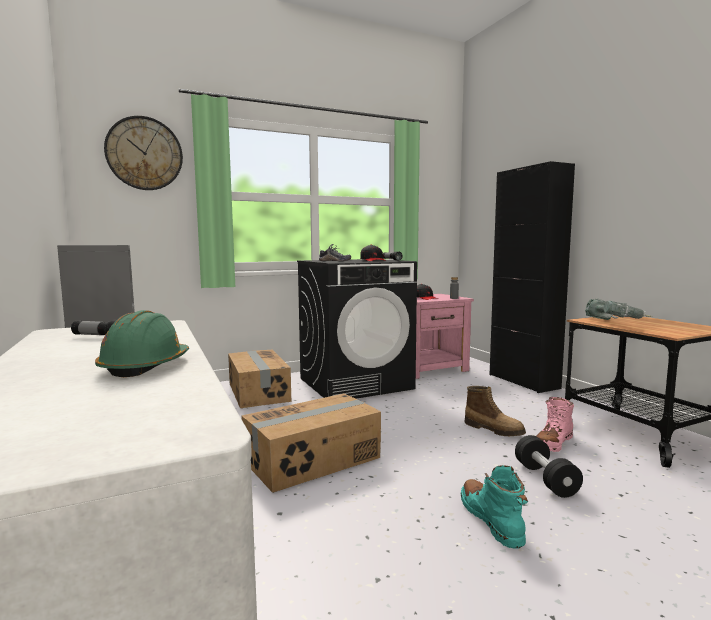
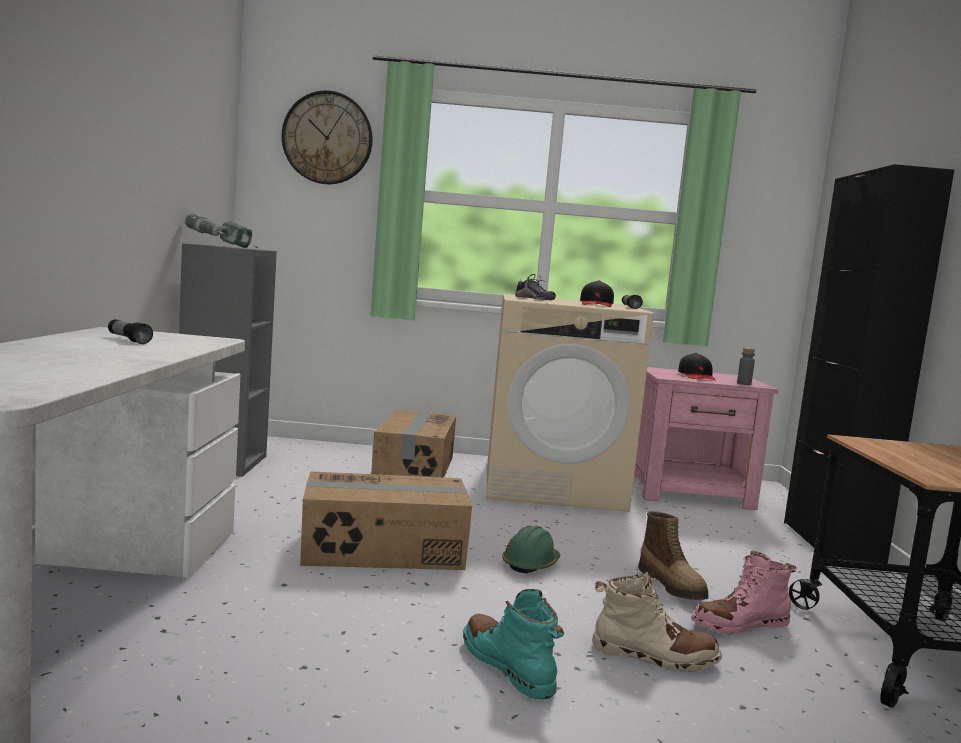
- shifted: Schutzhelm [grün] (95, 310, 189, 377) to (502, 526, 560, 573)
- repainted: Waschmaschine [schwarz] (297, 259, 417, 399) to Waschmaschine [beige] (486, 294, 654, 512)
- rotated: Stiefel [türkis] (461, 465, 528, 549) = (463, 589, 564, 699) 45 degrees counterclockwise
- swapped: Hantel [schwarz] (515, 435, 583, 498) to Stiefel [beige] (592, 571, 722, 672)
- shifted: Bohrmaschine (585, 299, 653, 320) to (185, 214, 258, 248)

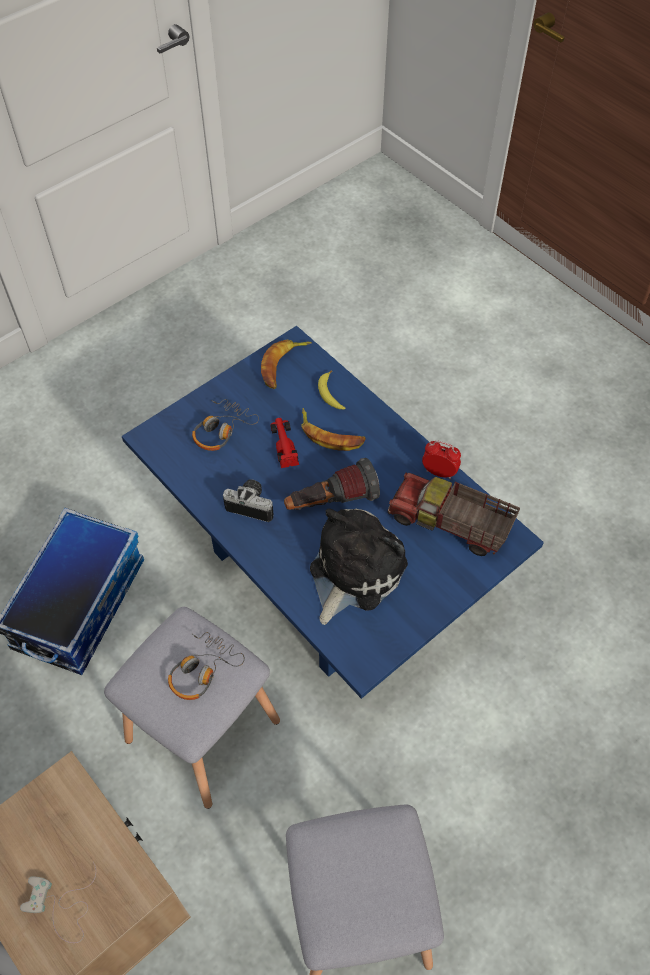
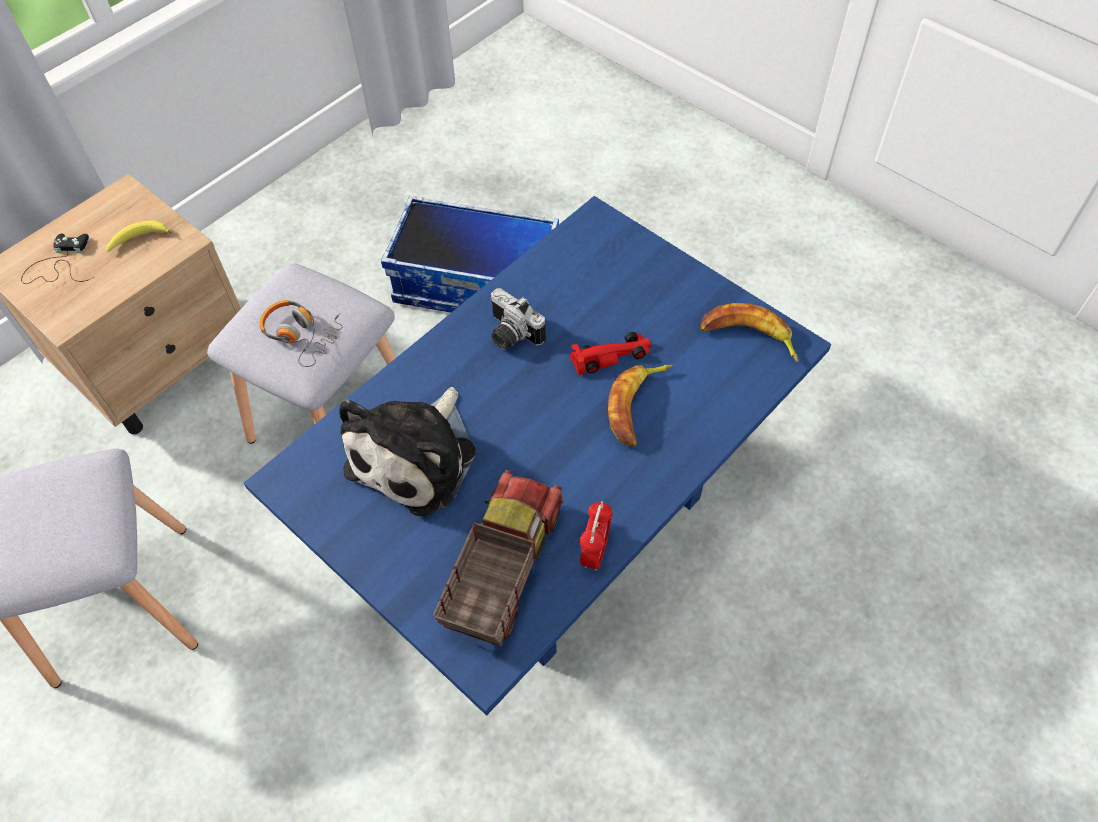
- repainted: Gamepad [weiß] (20, 862, 96, 943) to Gamepad [schwarz] (21, 234, 94, 284)
- gone: Kopfhörer (192, 399, 259, 451)
- rotated: Kamera (223, 479, 274, 522) = (490, 288, 546, 350) 120 degrees clockwise
- gone: Taschenlampe (284, 458, 380, 510)
- rotated: Plüschtier (310, 509, 408, 625) = (339, 387, 476, 516) 90 degrees clockwise
- shifted: Banane (318, 371, 345, 409) to (106, 220, 172, 252)

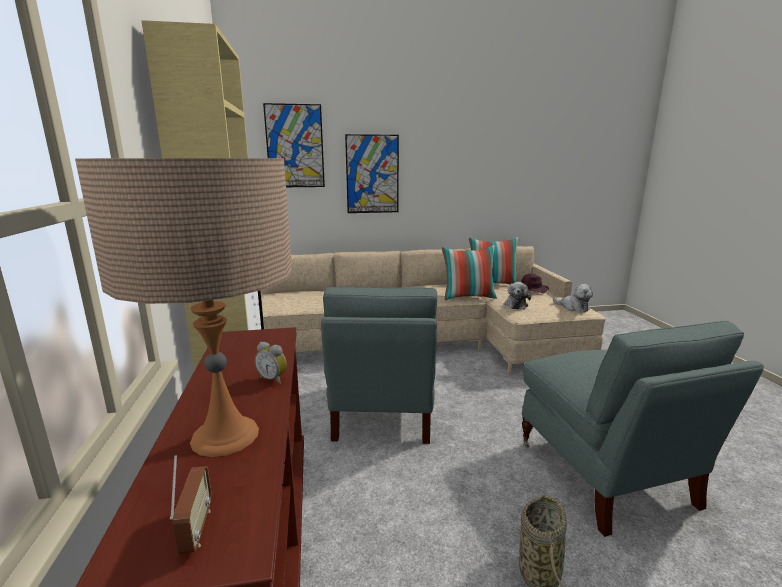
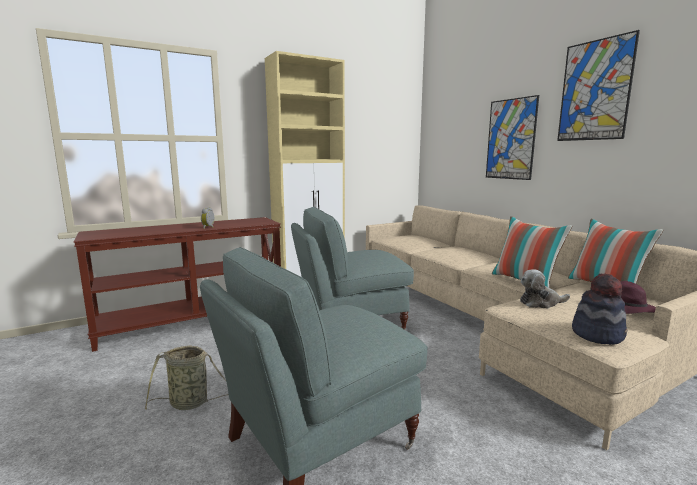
- gone: Tischlampe [beige] (75, 158, 292, 457)
- gone: Radio (170, 455, 212, 554)
- shifted: Bild (263, 103, 325, 187) to (557, 30, 640, 141)
- swapped: Plüschtier (553, 284, 593, 312) to Hut (572, 273, 627, 345)

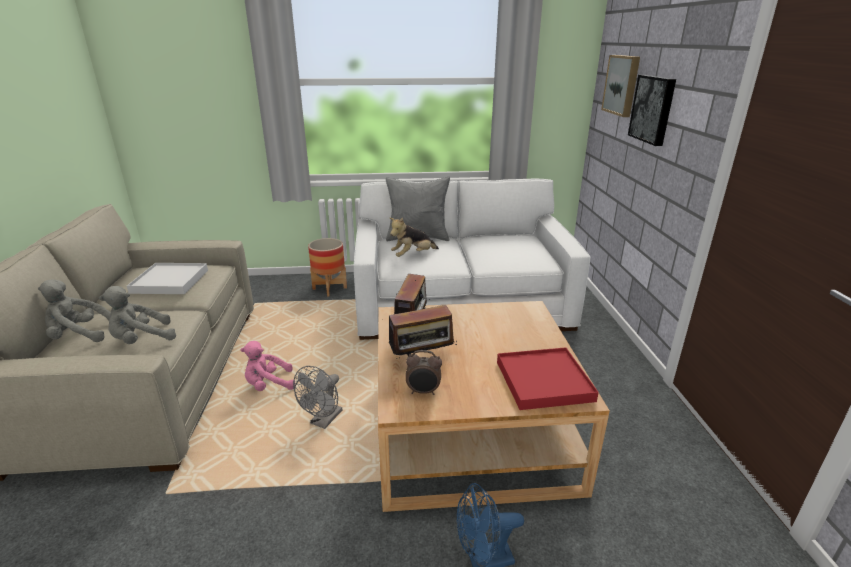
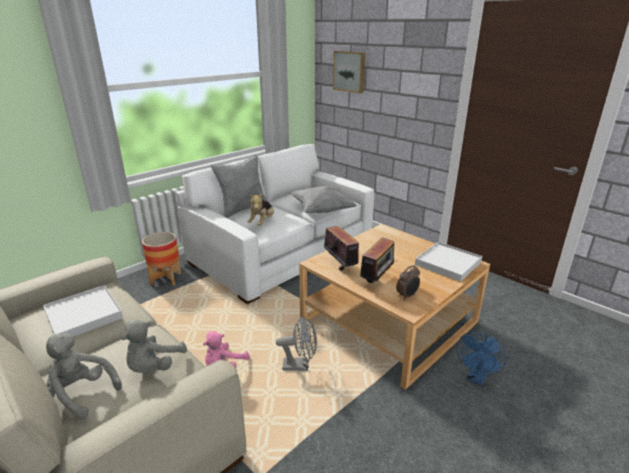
- rotated: Plüschtier [grau] (38, 280, 111, 342) = (46, 333, 122, 420) 75 degrees clockwise
- rotated: Ventilator [grau] (293, 366, 343, 429) = (276, 316, 317, 371) 75 degrees counterclockwise
- repainted: Tablett [rot] (497, 347, 599, 410) to Tablett [weiß] (415, 242, 482, 282)
- gone: Bild (628, 75, 676, 146)
- new: Kissen [grau] (291, 186, 357, 213)

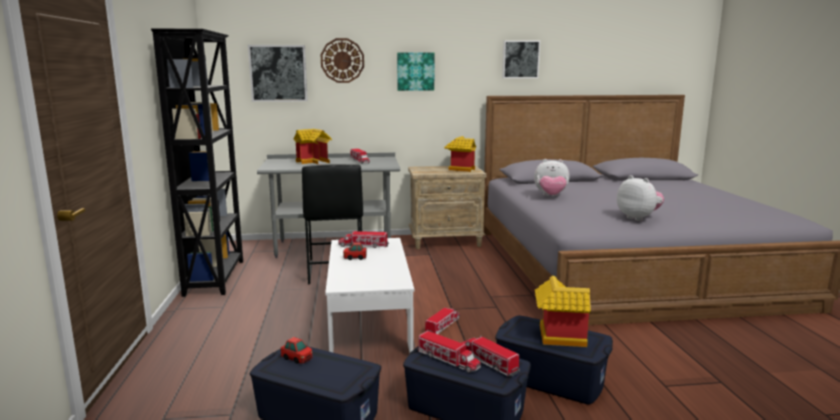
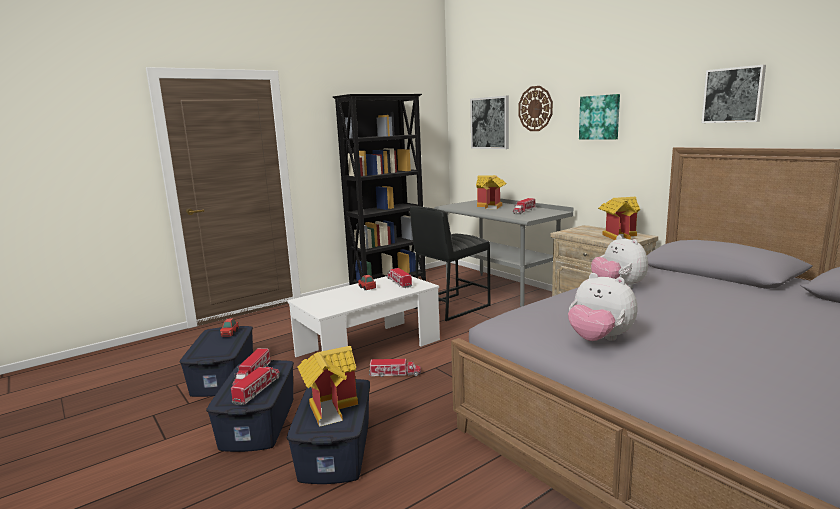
- rotated: Plüschtier (617, 175, 664, 221) = (568, 273, 638, 341) 105 degrees clockwise

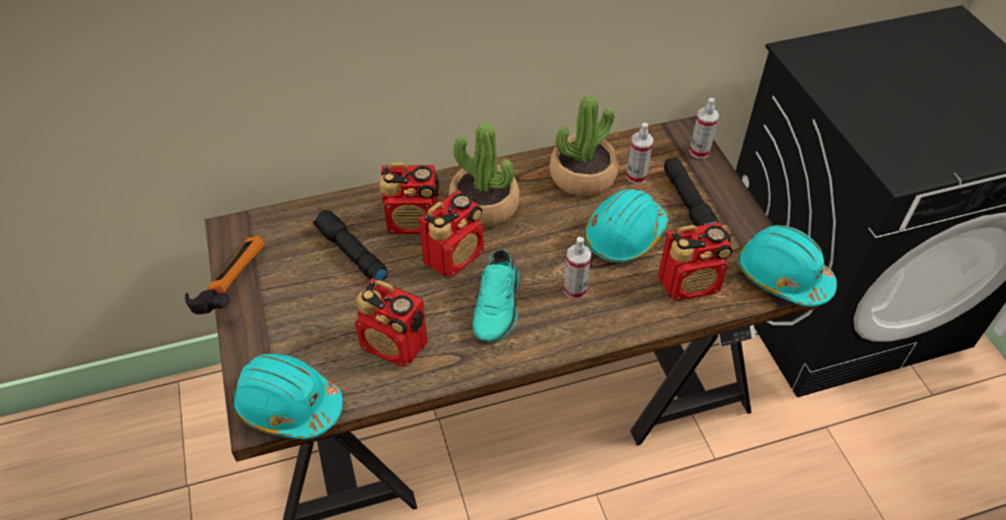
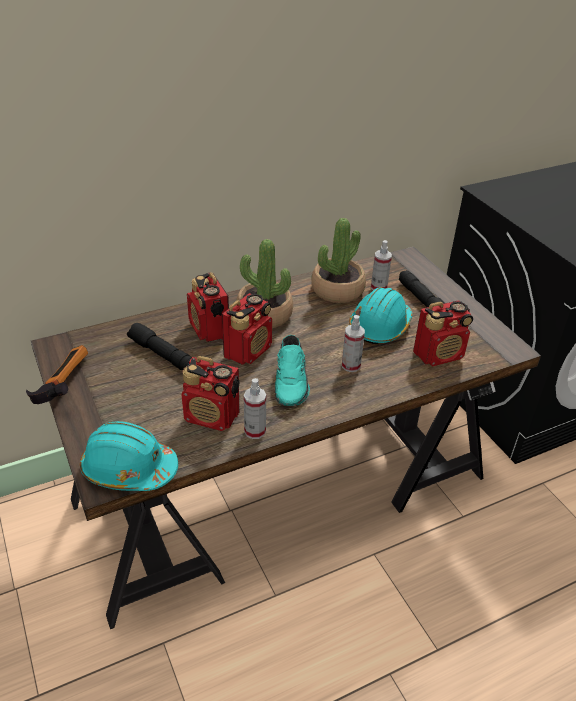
- rotated: Radio (379, 162, 439, 234) = (187, 272, 229, 342) 75 degrees clockwise
- shifted: Sprühflasche (689, 98, 719, 159) to (244, 378, 266, 439)
- gone: Schutzhelm [türkis] (738, 225, 837, 306)

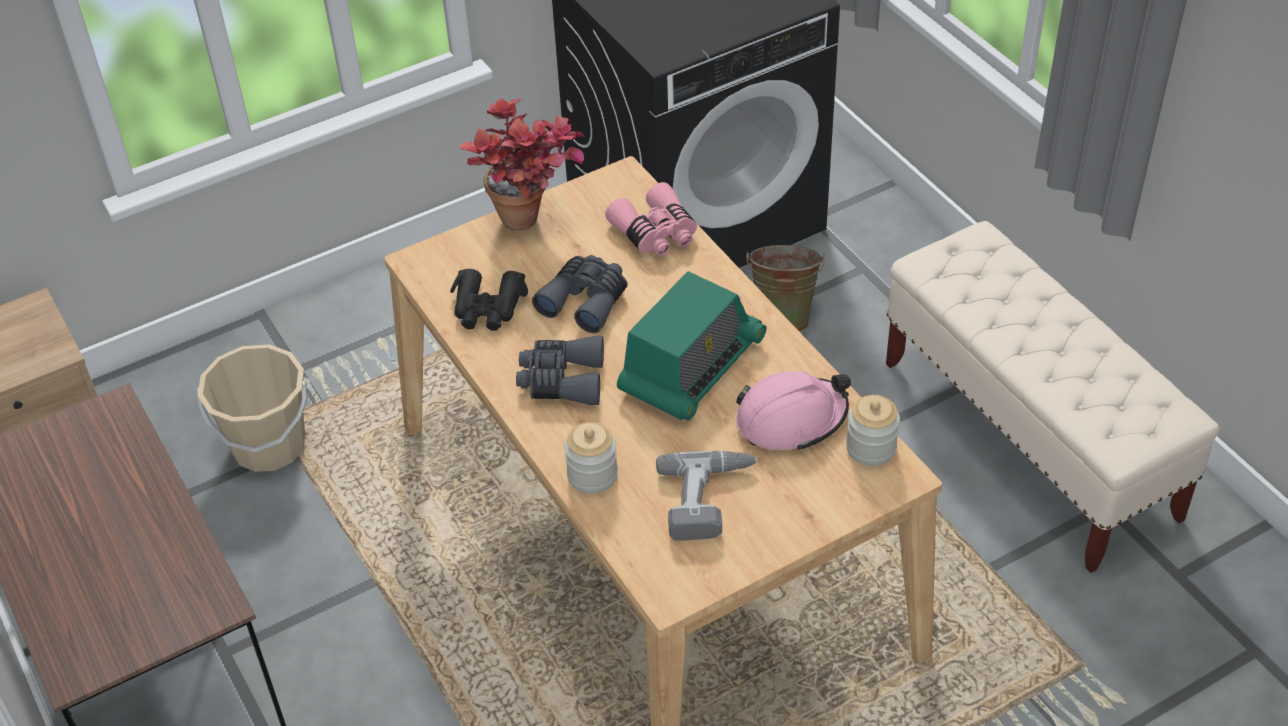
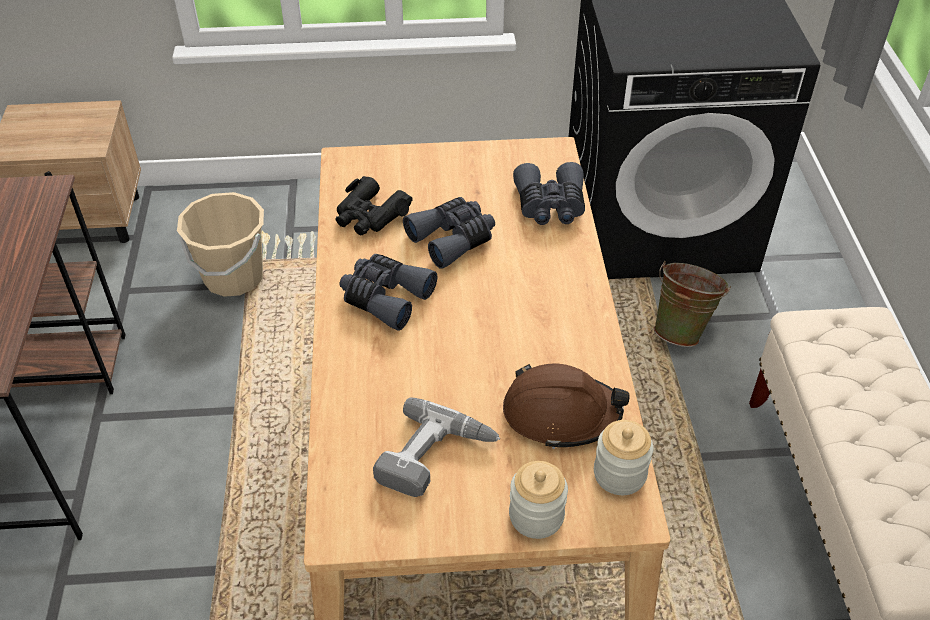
- gone: Topfpflanze (459, 98, 584, 230)
- shifted: Vorratsglas (564, 422, 618, 494) to (509, 461, 568, 539)
- repainted: Fernglas [rosa] (605, 182, 697, 256) to Fernglas [grau] (513, 162, 585, 225)
- gone: Radio (617, 271, 767, 421)
- repainted: Schutzhelm [rosa] (736, 371, 851, 450) to Schutzhelm [braun] (503, 364, 630, 449)

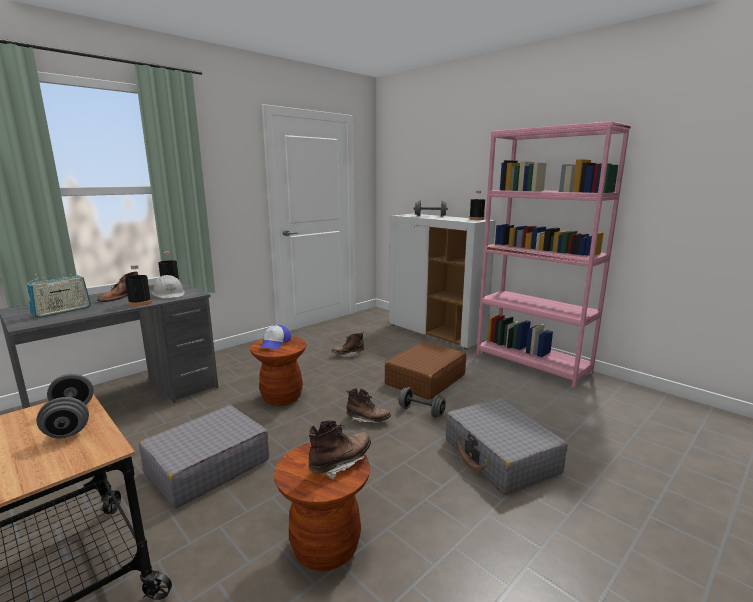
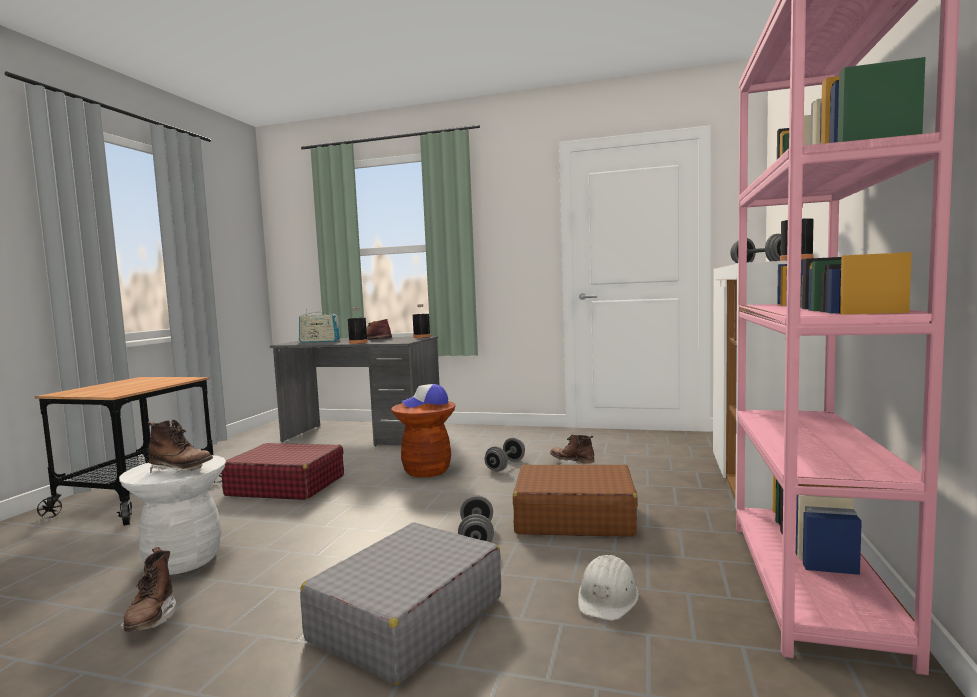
- shifted: Hantel [grau] (36, 374, 94, 438) to (485, 438, 525, 472)
- repainted: Koffer [grau] (139, 405, 269, 508) to Koffer [rot] (221, 443, 344, 500)
- shifted: Schutzhelm [weiß] (152, 275, 185, 299) to (578, 555, 639, 621)
- repainted: Hocker [braun] (274, 442, 370, 571) to Hocker [weiß] (119, 455, 226, 575)
- shifted: Stiefel [braun] (346, 388, 391, 424) to (120, 547, 177, 632)

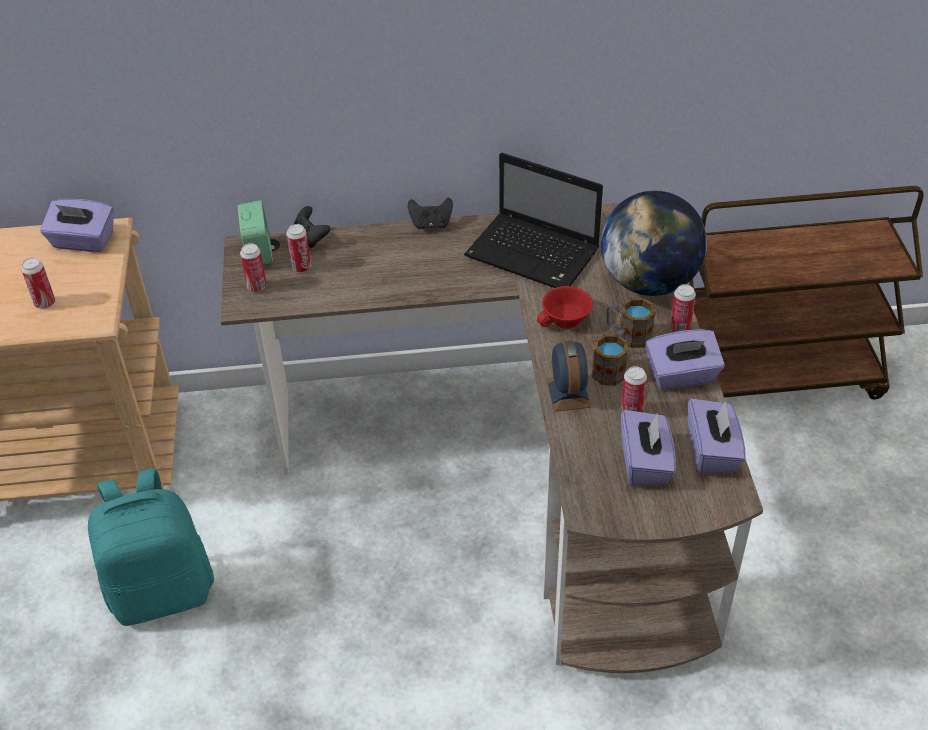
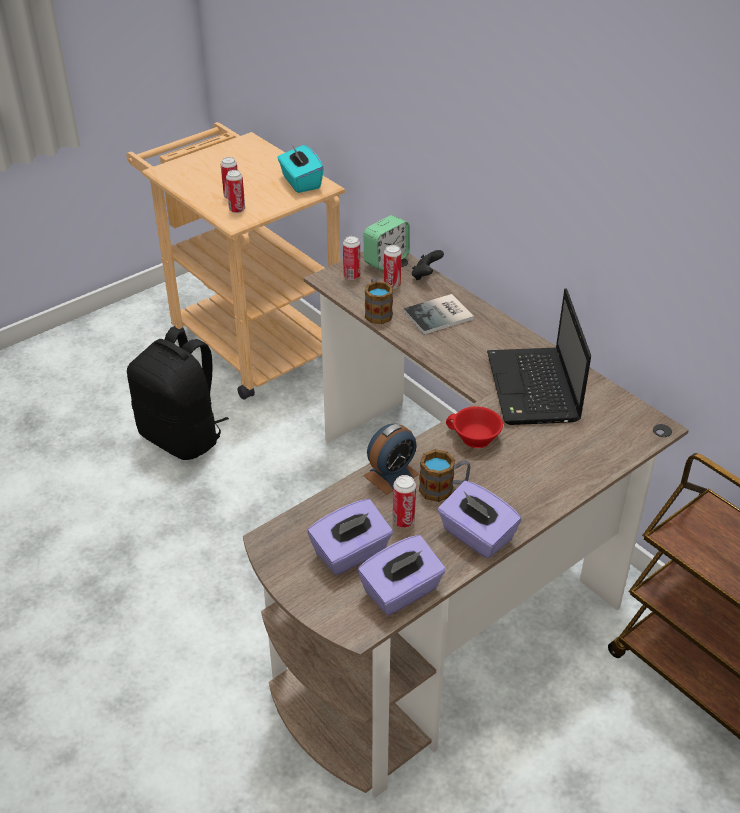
- repainted: Taschentuchbox [lila] (40, 199, 113, 252) to Taschentuchbox [türkis] (277, 143, 324, 193)
- repainted: Rucksack [türkis] (88, 469, 214, 626) to Rucksack [schwarz] (127, 327, 229, 460)
- gone: Gamepad [schwarz] (408, 198, 453, 229)
- gone: Globus (601, 191, 707, 296)
- shifted: Henkelbecher (606, 298, 655, 348) to (365, 278, 393, 324)
- shifted: Dose (670, 284, 696, 332) to (226, 170, 245, 213)
- new: Buch (403, 294, 474, 335)

